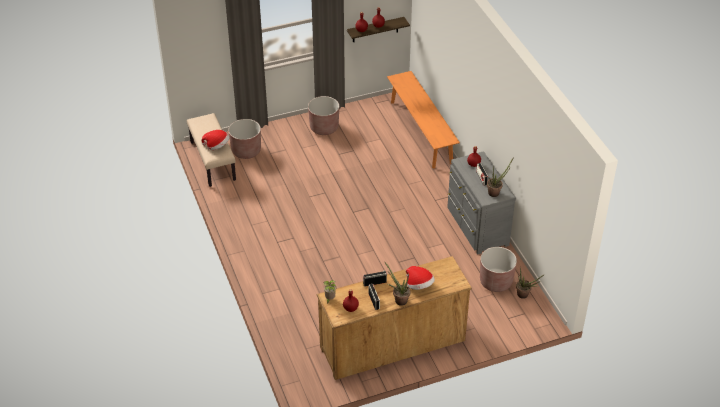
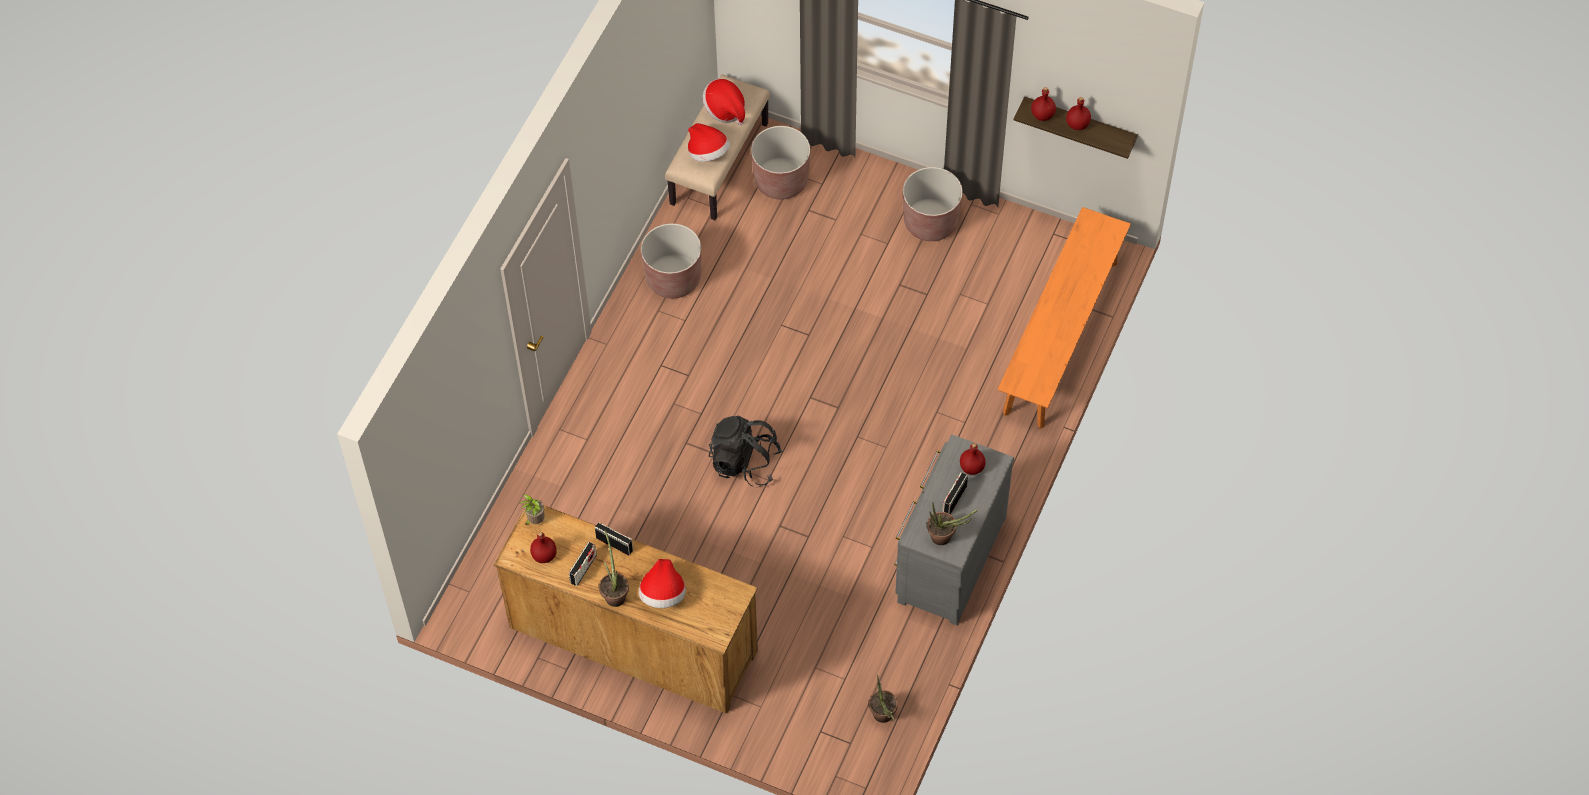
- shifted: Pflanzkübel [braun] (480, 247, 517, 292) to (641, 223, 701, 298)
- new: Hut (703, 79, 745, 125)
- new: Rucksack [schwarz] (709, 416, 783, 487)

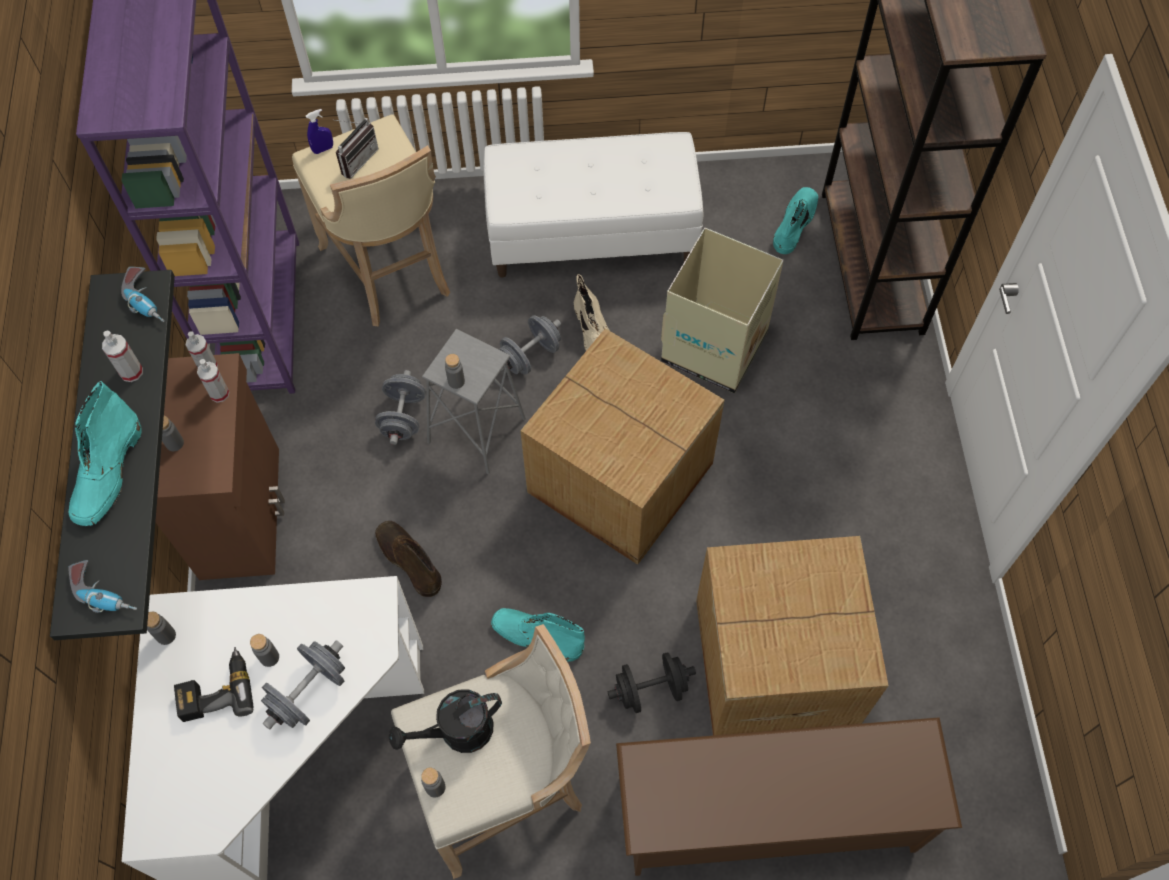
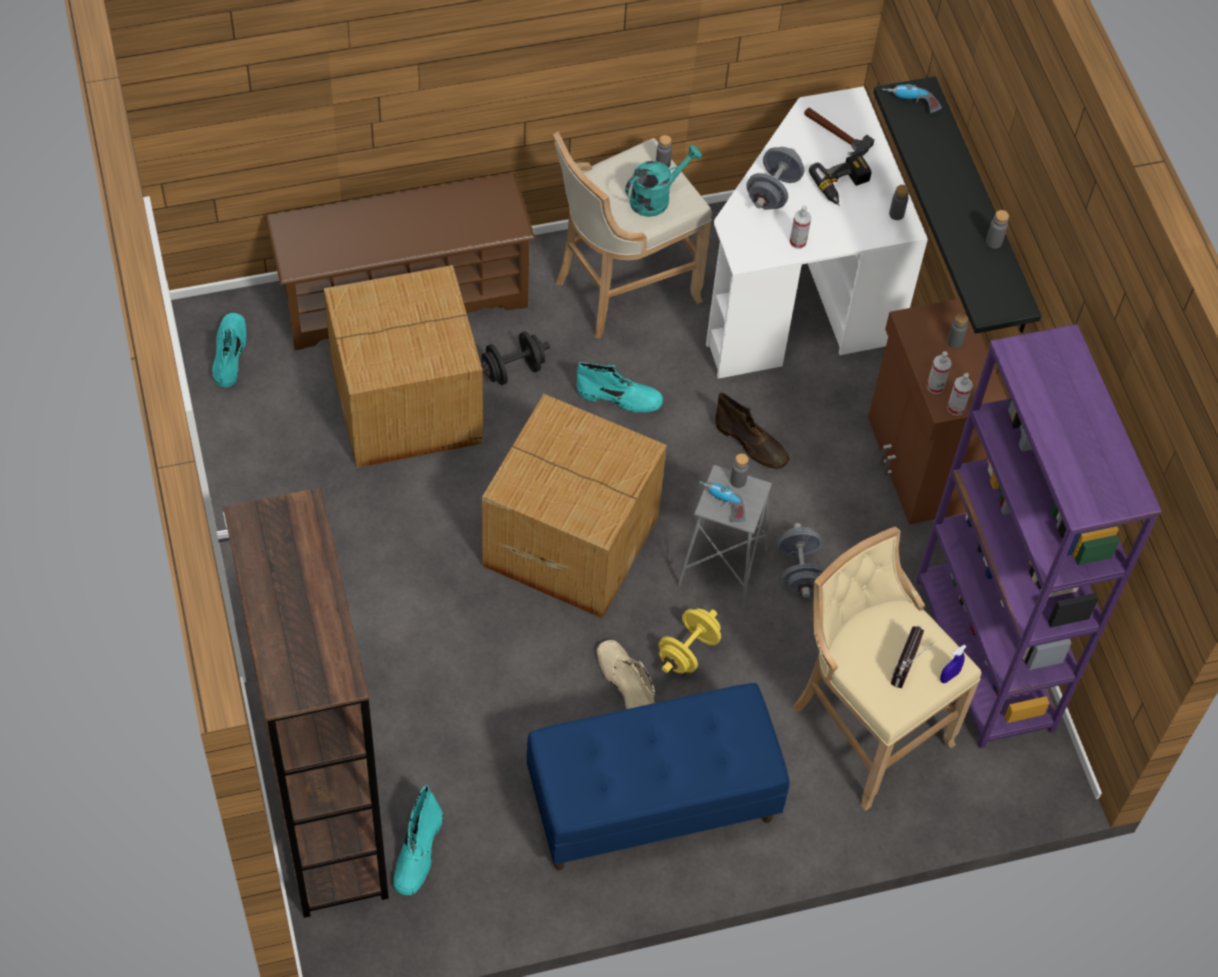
- shifted: Stiefel [türkis] (69, 381, 142, 526) to (212, 313, 247, 388)
- shifted: Sprühflasche (102, 331, 143, 382) to (790, 205, 811, 249)
- shifted: Bohrmaschine (121, 267, 165, 322) to (699, 481, 746, 522)
- shifted: Flasche [grau] (250, 634, 279, 667) to (986, 210, 1009, 249)
- repainted: Gießkanne [schwarz] (389, 689, 502, 753) to Gießkanne [türkis] (625, 145, 702, 217)
- repainted: Bank [weiß] (483, 132, 703, 278) to Bank [blau] (527, 683, 789, 870)
- repainted: Hantel [grau] (499, 315, 561, 375) to Hantel [gelb] (659, 608, 721, 674)
- gone: Karton (661, 228, 784, 393)
- new: Hammer (804, 108, 874, 156)

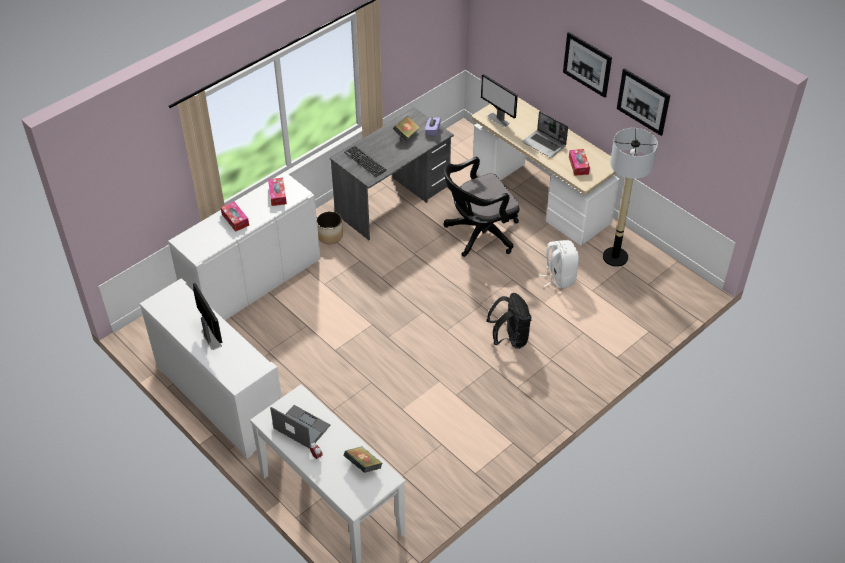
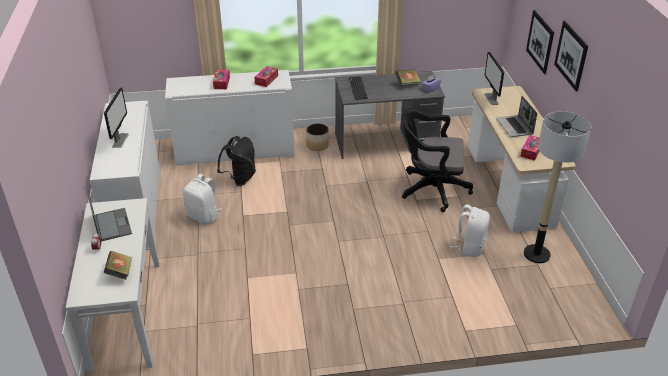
- shifted: Rucksack [schwarz] (486, 293, 531, 349) to (217, 136, 256, 186)
- shifted: Bild (617, 68, 670, 136) to (526, 10, 554, 74)
- new: Rucksack [weiß] (183, 174, 221, 225)

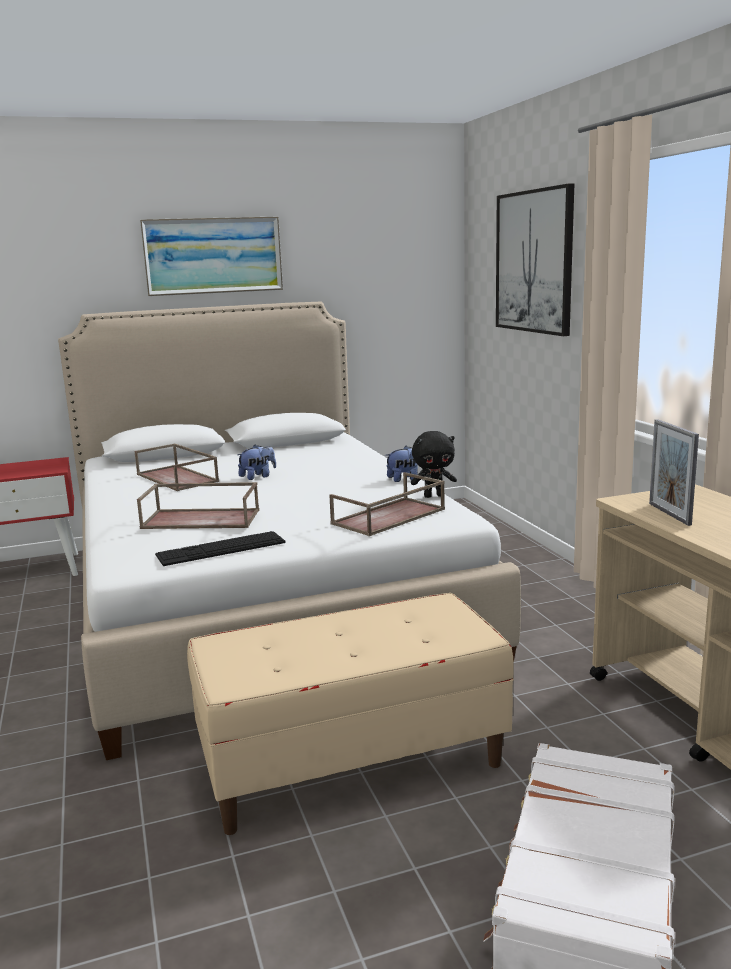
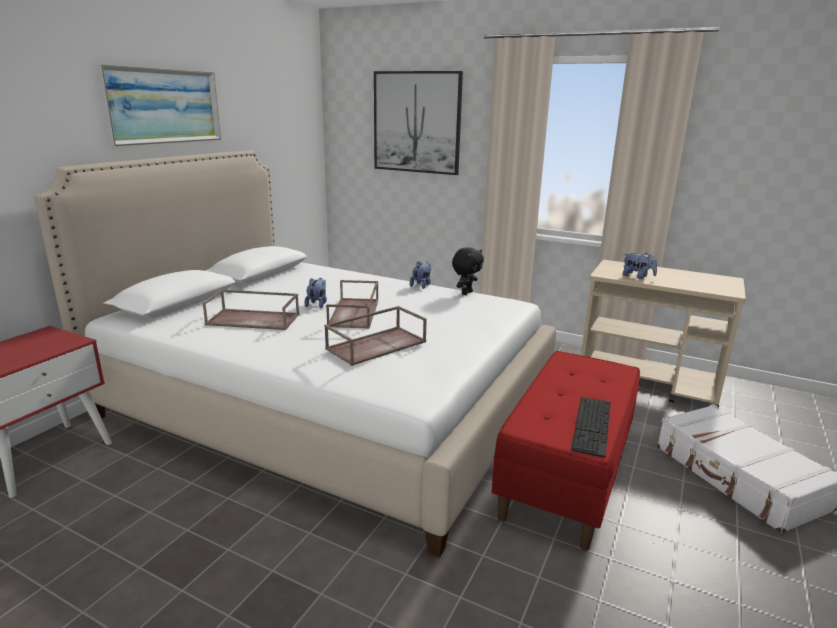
- shifted: Tastatur (155, 531, 286, 566) to (571, 397, 611, 458)
- repainted: Bank [beige] (187, 593, 514, 835) to Bank [rot] (492, 351, 640, 551)
- shifted: Tablett [braun] (329, 472, 445, 536) to (326, 280, 378, 329)
- swapped: Bilderrahmen (649, 419, 699, 526) to Plüschtier (623, 252, 657, 279)

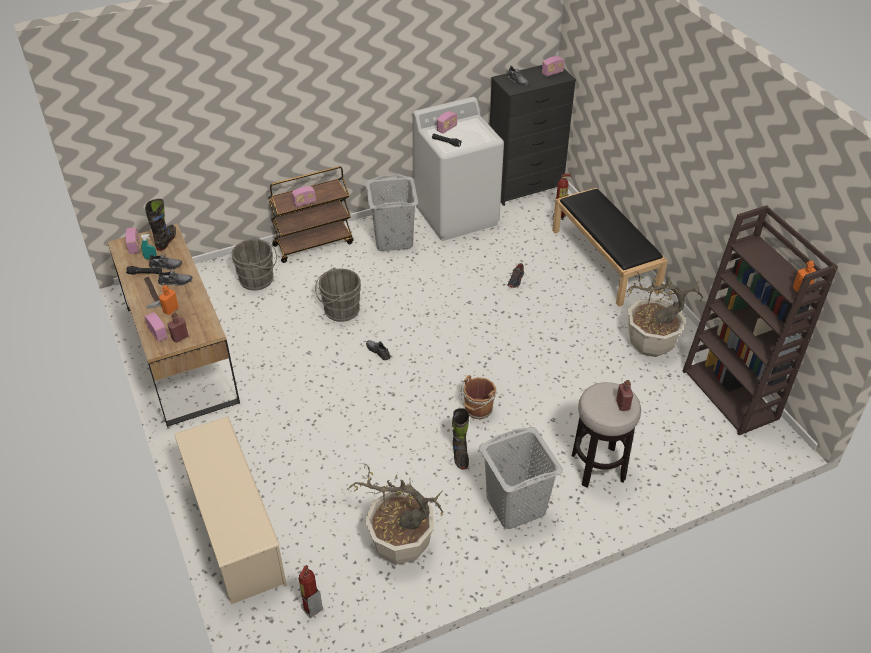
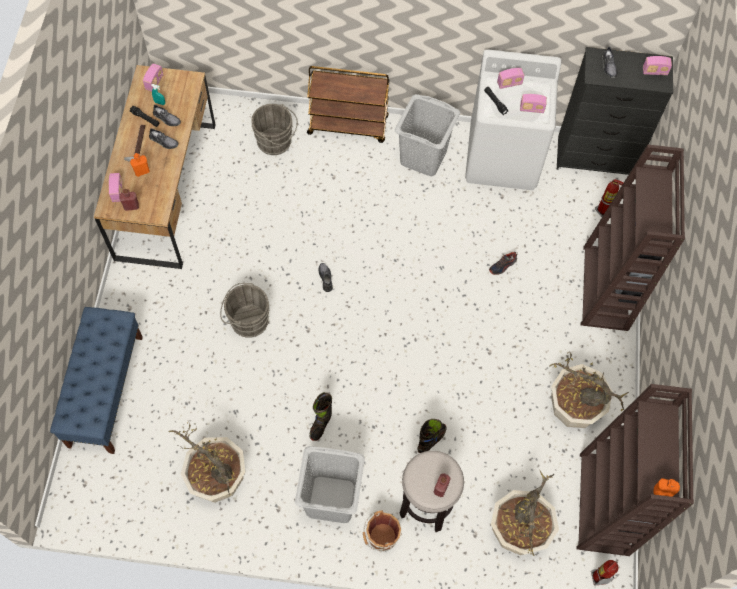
- shifted: Stiefel [schwarz] (145, 199, 176, 251) to (418, 419, 447, 453)
- swapped: Schuhregal [beige] (174, 416, 287, 604) to Bank [blau] (50, 307, 143, 454)
- shifted: Radio (292, 186, 316, 207) to (520, 94, 547, 113)
- shifted: Feuerlöscher (299, 565, 323, 618) to (591, 560, 618, 586)
- shifted: Eimer [grau] (315, 268, 361, 322) to (220, 283, 269, 338)
- shifted: Eimer [braun] (460, 375, 497, 420) to (363, 510, 402, 552)
- swapped: Bank [schwarz] (552, 188, 668, 306) to Bücherregal [braun] (581, 145, 685, 331)
- new: Topfpflanze (491, 471, 559, 556)

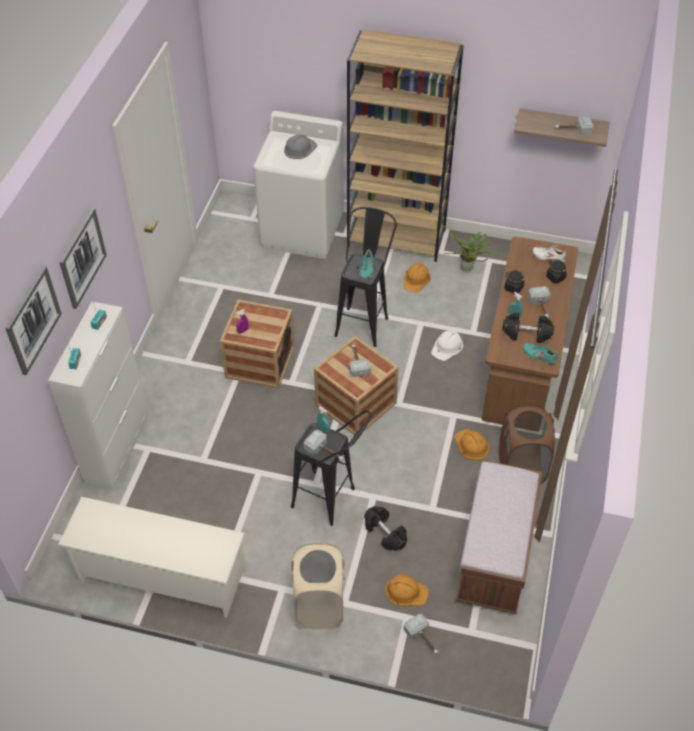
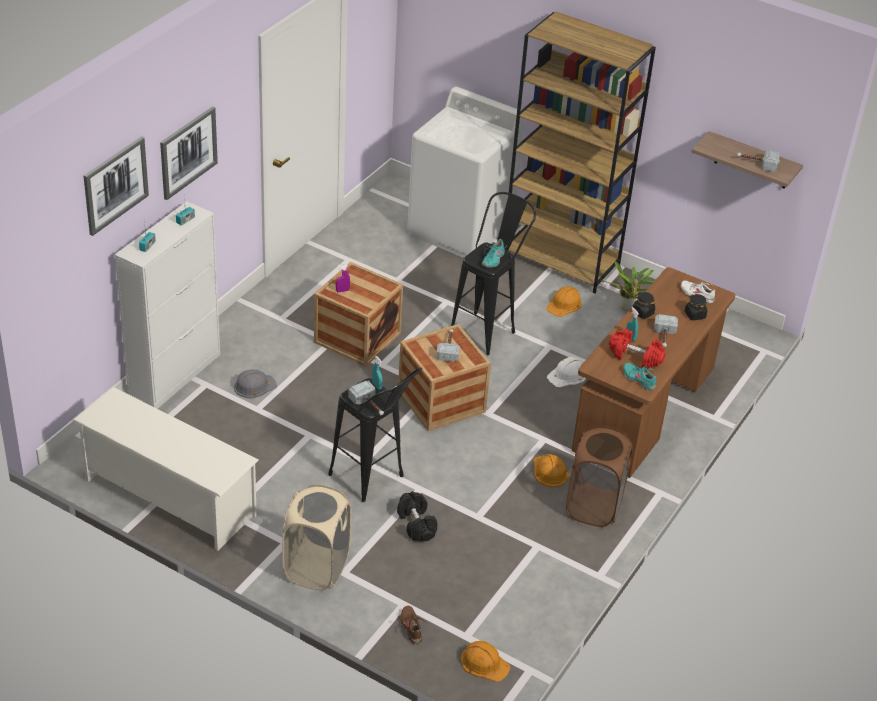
- shifted: Schutzhelm [grau] (284, 135, 318, 159) to (234, 369, 277, 399)
- shifted: Schutzhelm [orange] (385, 574, 428, 606) to (461, 641, 510, 682)
- swapped: Hammer (403, 614, 438, 654) to Schuh [braun] (398, 606, 429, 644)
- gone: Bank [braun] (456, 460, 543, 614)
- repainted: Hantel [schwarz] (502, 313, 554, 343) to Hantel [rot] (609, 329, 666, 369)

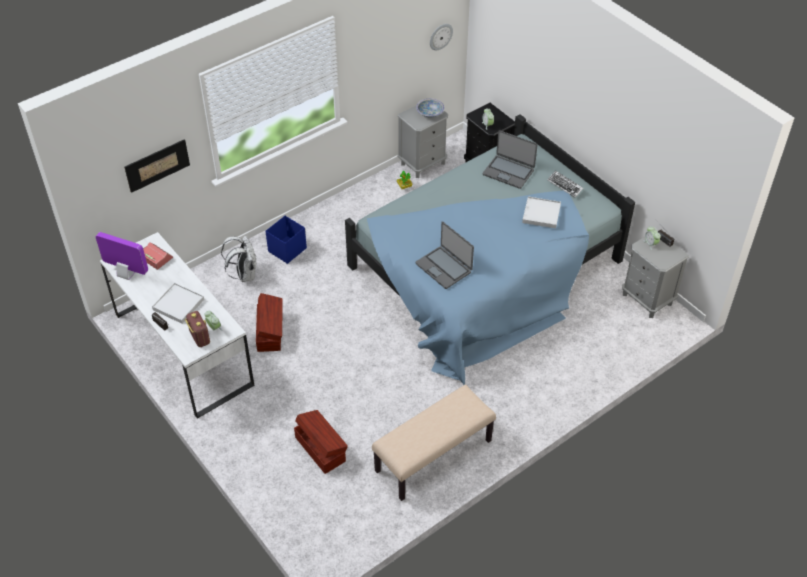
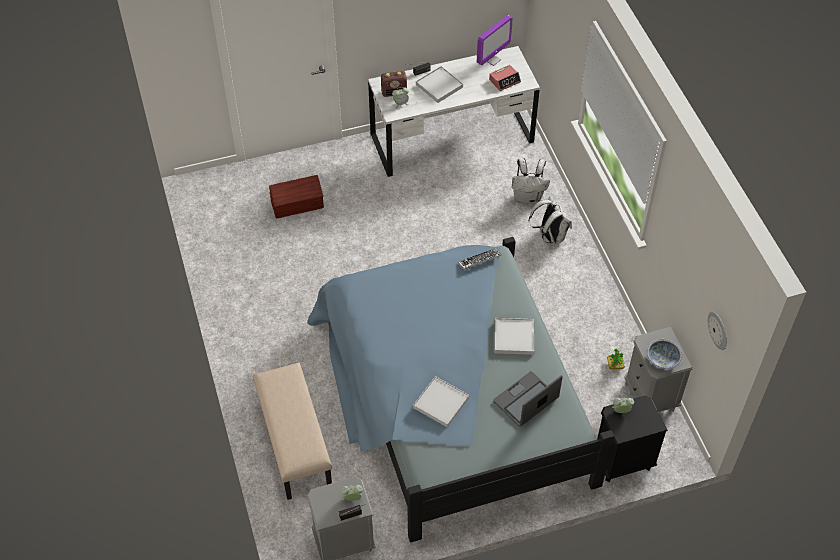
- gone: Bild (124, 139, 190, 193)
- gone: Aufbewahrungsbox [braun] (256, 293, 283, 352)
- swapped: Aufbewahrungsbox [blau] (265, 216, 307, 264) to Rucksack [weiß] (529, 196, 572, 245)
- shifted: Bank [beige] (372, 385, 496, 501) to (253, 363, 332, 500)
- gone: Laptop (415, 221, 474, 289)
- shifted: Tastatur (547, 170, 583, 198) to (458, 248, 501, 269)
- new: Tablett [weiß] (495, 318, 534, 355)

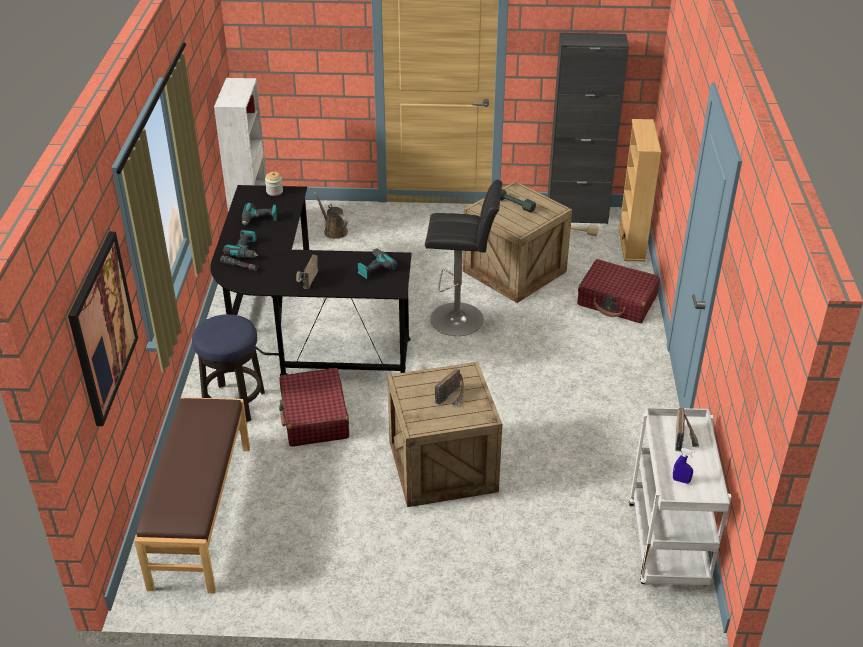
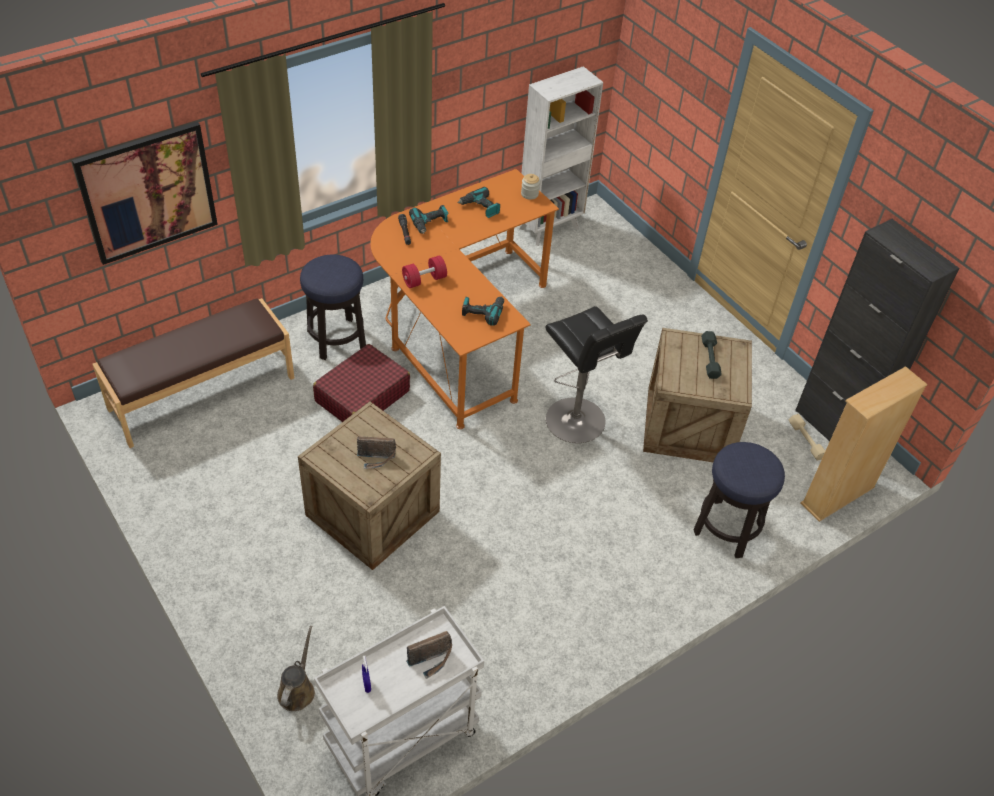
- repainted: Schreibtisch [schwarz] (210, 185, 412, 376) to Schreibtisch [orange] (371, 169, 559, 429)
- swapped: Radio (296, 254, 318, 289) to Hantel [rot] (402, 256, 447, 288)
- shifted: Gießkanne [braun] (314, 192, 348, 239) to (277, 626, 315, 711)
- swapped: Koffer [rot] (577, 259, 660, 323) to Hocker (694, 442, 785, 558)

